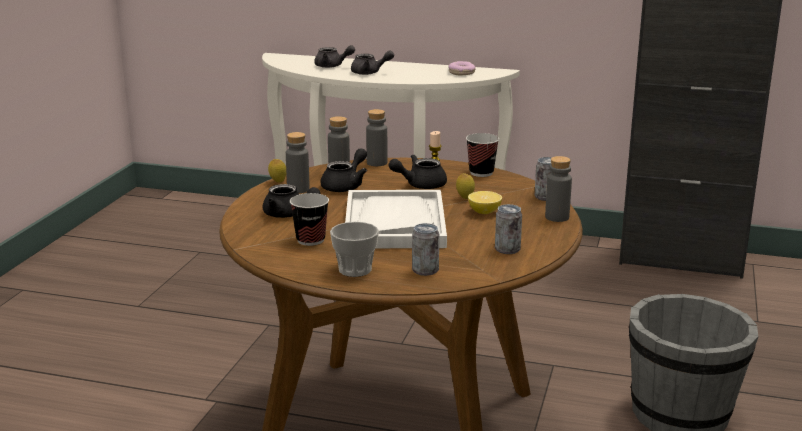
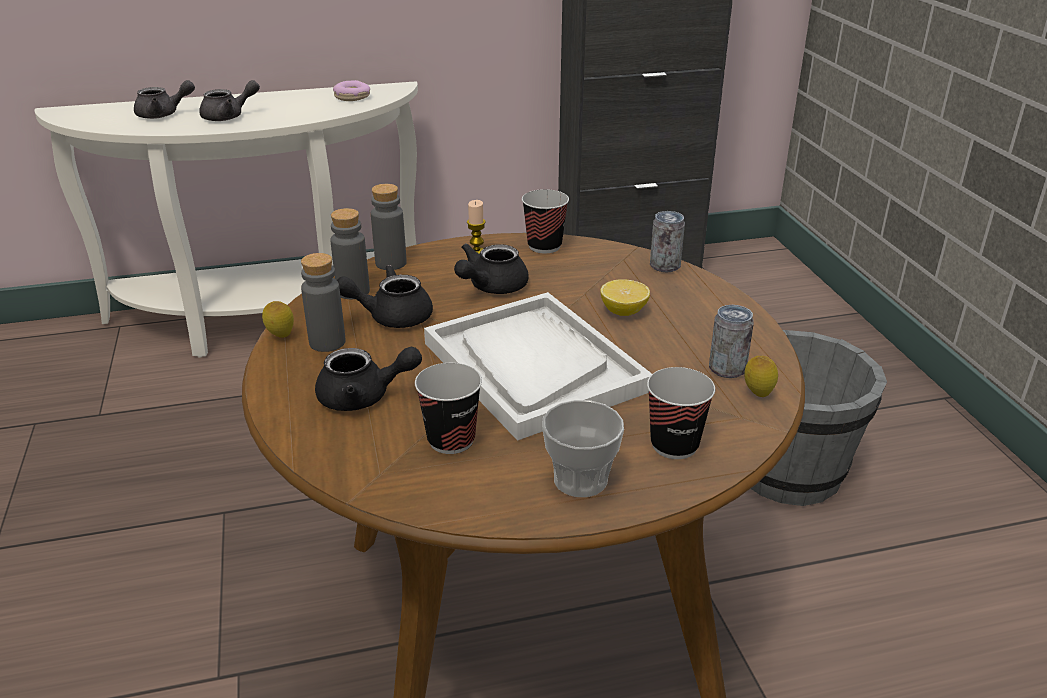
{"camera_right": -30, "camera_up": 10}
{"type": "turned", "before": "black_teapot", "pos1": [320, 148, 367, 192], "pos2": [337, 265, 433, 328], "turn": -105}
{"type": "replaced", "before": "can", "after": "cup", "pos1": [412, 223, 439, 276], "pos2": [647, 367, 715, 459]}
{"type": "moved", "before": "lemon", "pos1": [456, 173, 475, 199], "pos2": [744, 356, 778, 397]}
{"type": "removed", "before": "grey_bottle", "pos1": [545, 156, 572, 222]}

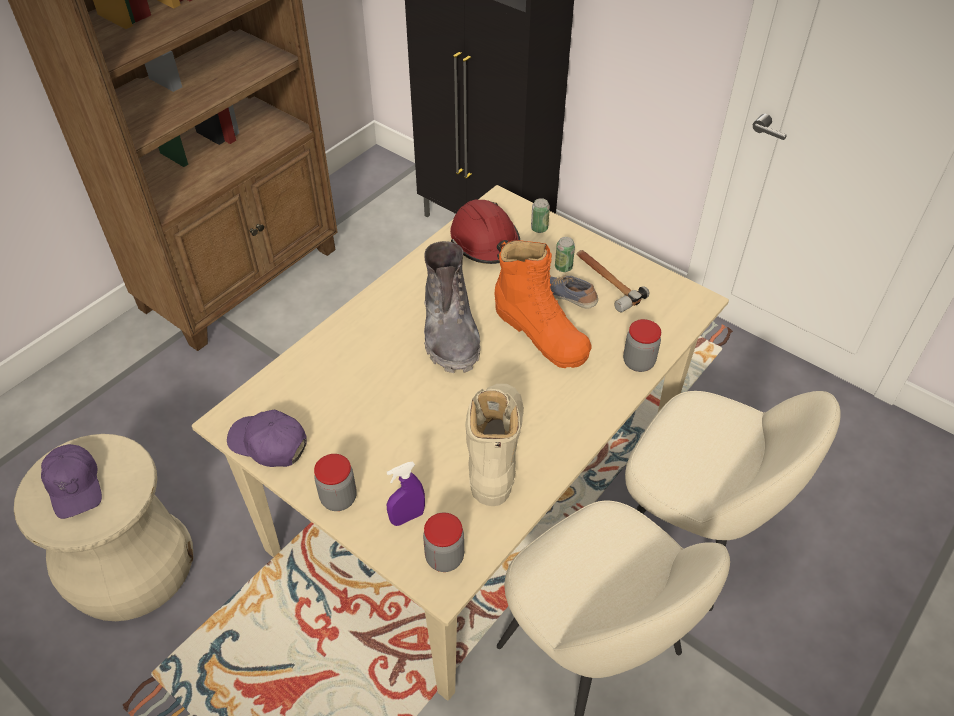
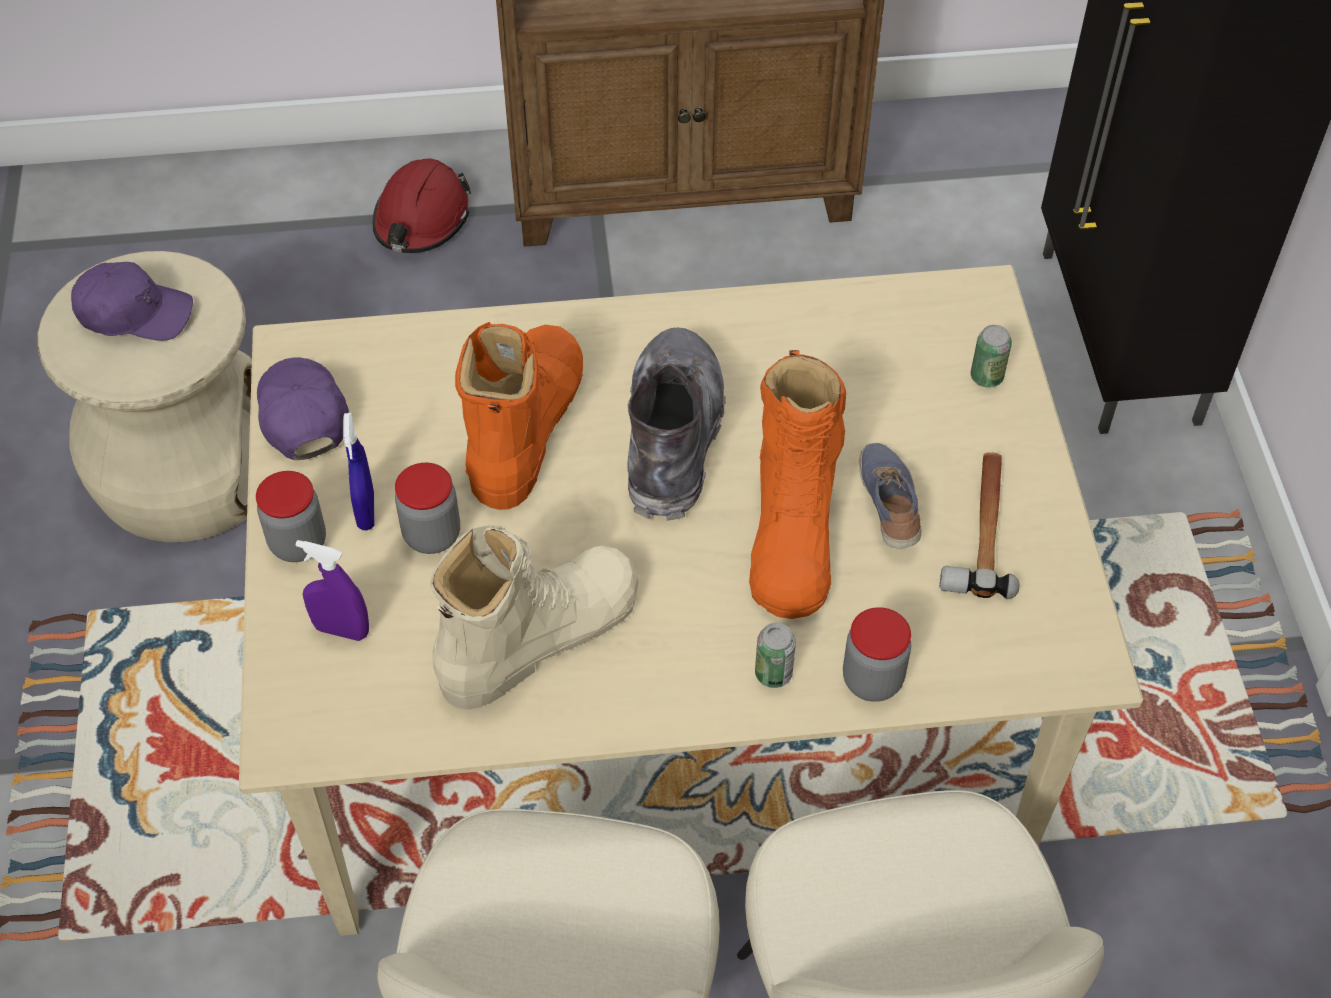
{"camera_right": 45, "camera_up": 5}
{"type": "turned", "before": "purple_cap", "pos1": [41, 444, 102, 519], "pos2": [71, 262, 193, 341], "turn": -105}
{"type": "moved", "before": "jar", "pos1": [423, 512, 464, 572], "pos2": [395, 463, 460, 554]}
{"type": "turned", "before": "grey_boot", "pos1": [424, 241, 480, 373], "pos2": [627, 328, 725, 521], "turn": 150}
{"type": "moved", "before": "red_hard_hat", "pos1": [450, 200, 520, 264], "pos2": [373, 158, 471, 253]}
{"type": "moved", "before": "can", "pos1": [555, 237, 575, 272], "pos2": [755, 623, 796, 688]}
{"type": "added", "after": "blue_spray_bottle", "pos2": [343, 413, 375, 530]}
{"type": "added", "after": "orange_boot", "pos2": [455, 321, 583, 510]}

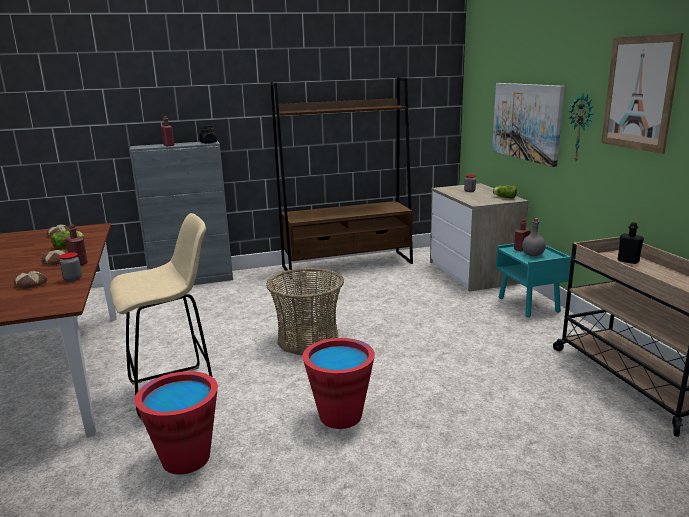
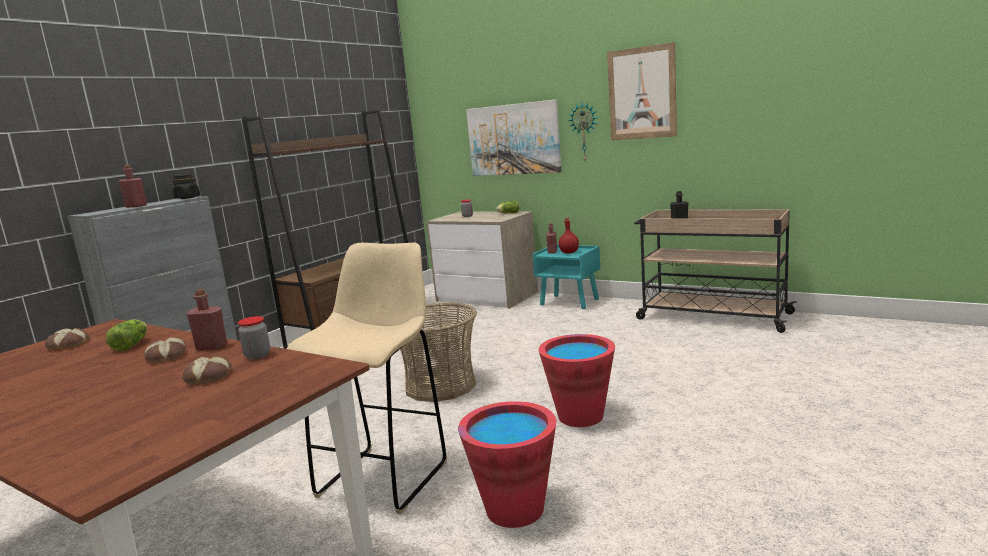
{"camera_right": -40, "camera_up": -5}
{"type": "recoloured", "before": "grey_bottle", "after": "red_bottle", "pos1": [522, 218, 546, 256], "pos2": [559, 218, 579, 253]}

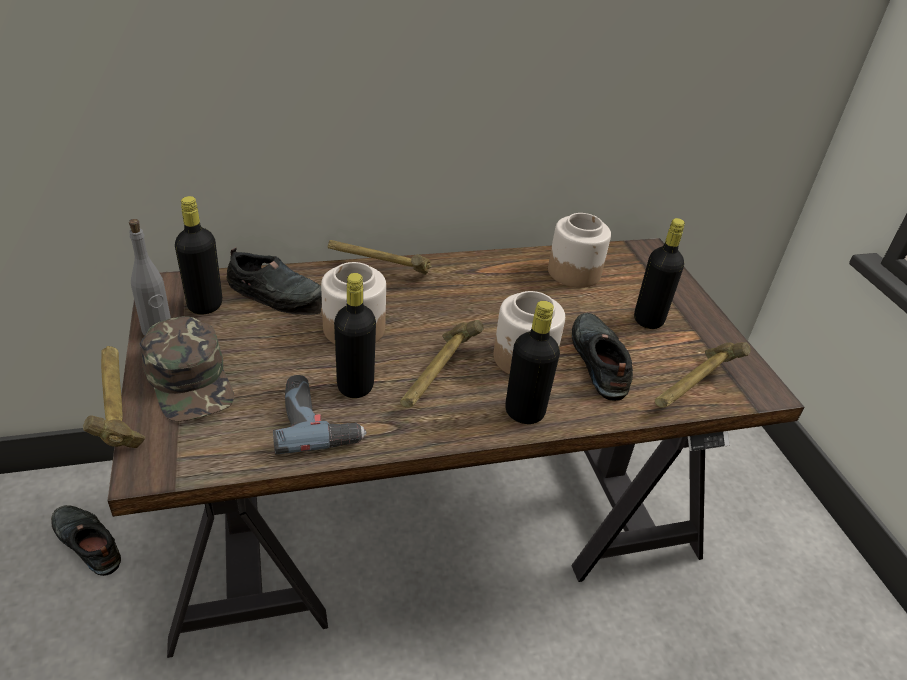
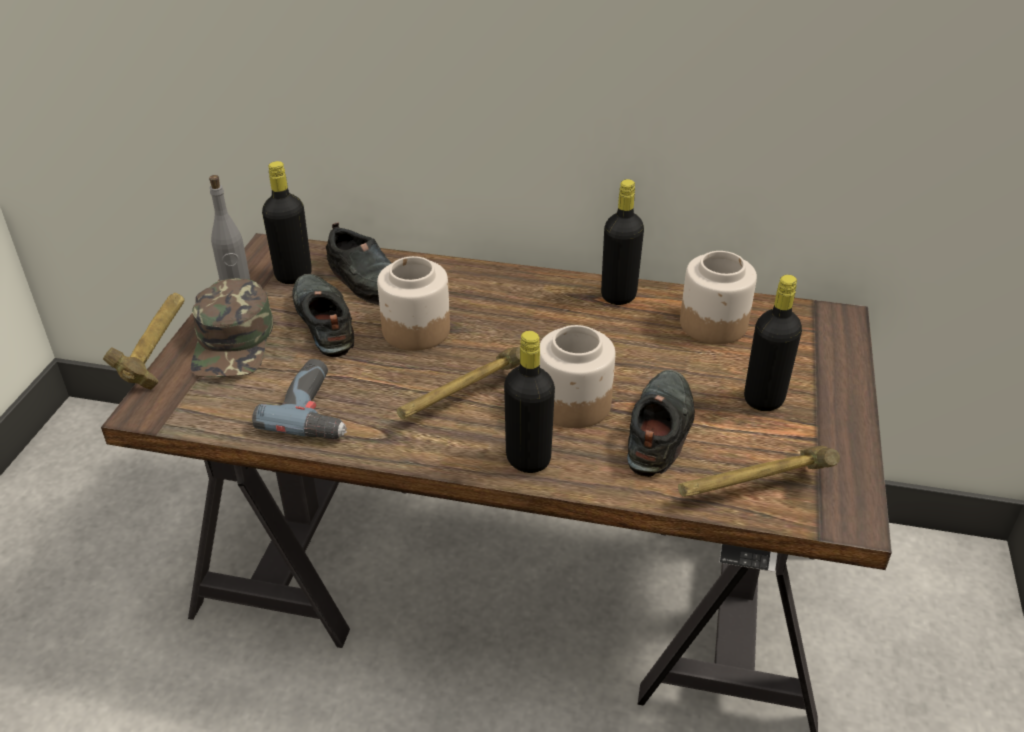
{"camera_right": 30, "camera_up": 0}
{"type": "moved", "before": "black_shoe", "pos1": [51, 505, 121, 576], "pos2": [292, 274, 354, 357]}
{"type": "removed", "before": "hammer", "pos1": [328, 240, 432, 275]}
{"type": "moved", "before": "black_bottle", "pos1": [334, 273, 376, 398], "pos2": [601, 179, 644, 305]}

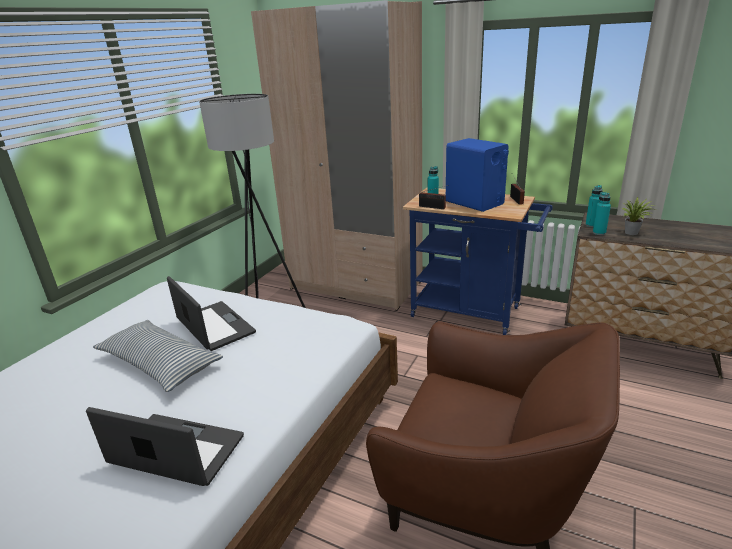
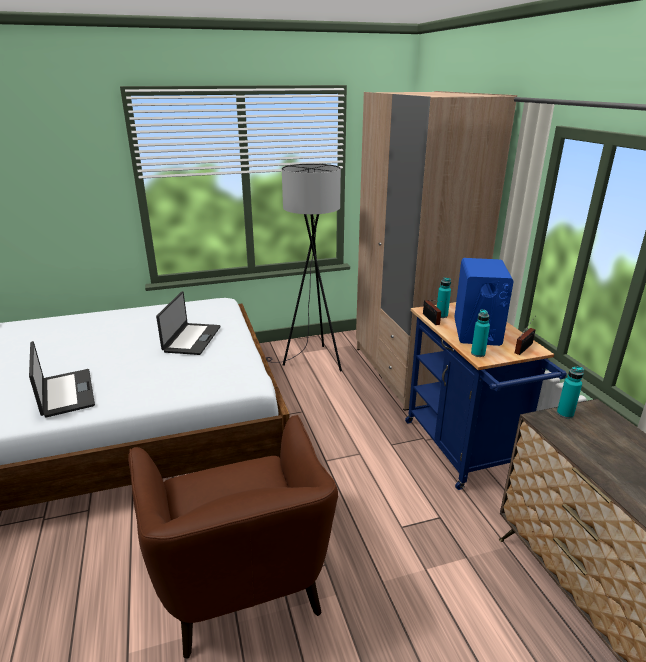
{"camera_right": 45, "camera_up": 0}
{"type": "removed", "before": "pillow", "pos1": [93, 320, 223, 392]}
{"type": "moved", "before": "turquoise_bottle", "pos1": [593, 192, 611, 235], "pos2": [471, 309, 490, 357]}
{"type": "removed", "before": "potted_plant", "pos1": [622, 196, 654, 235]}

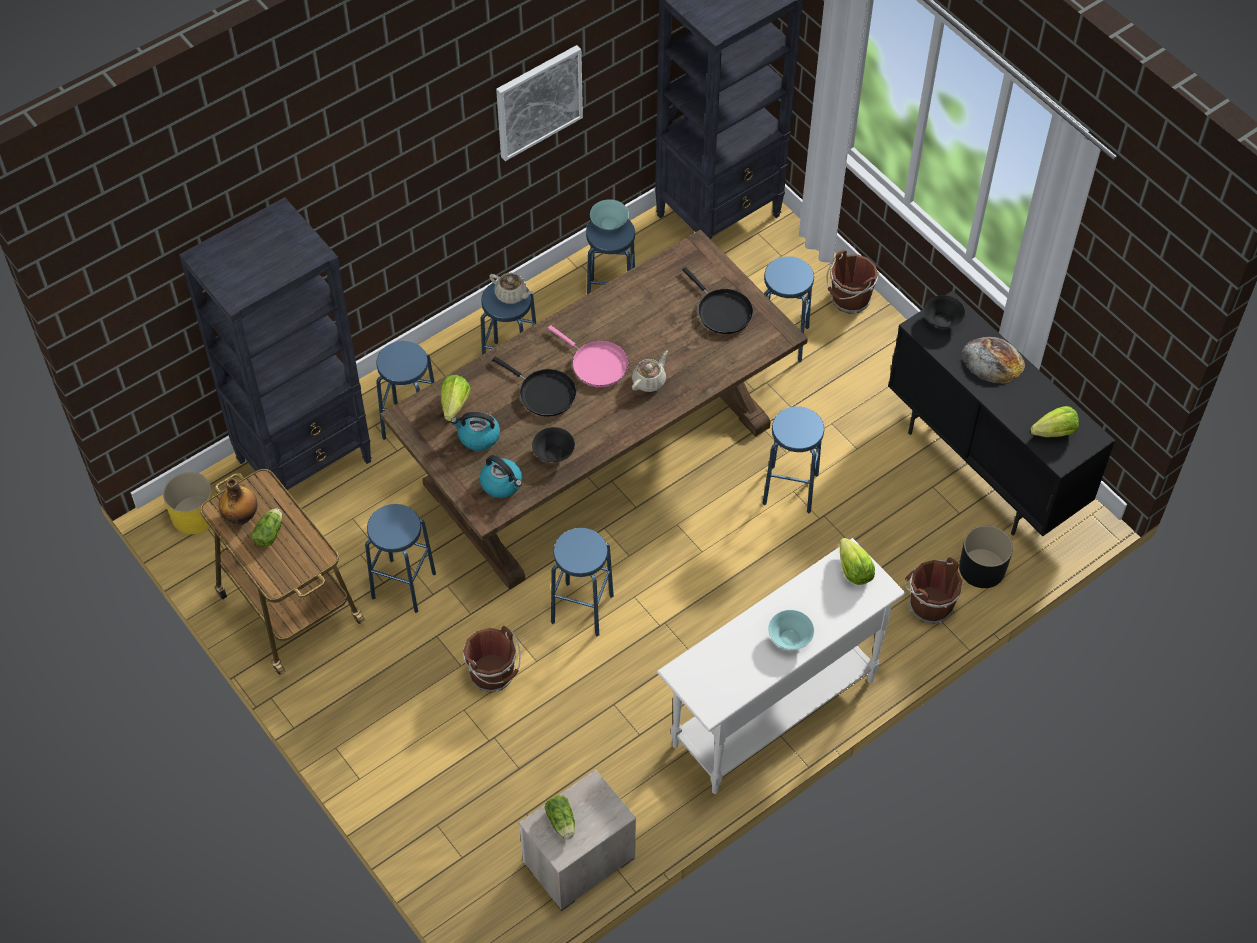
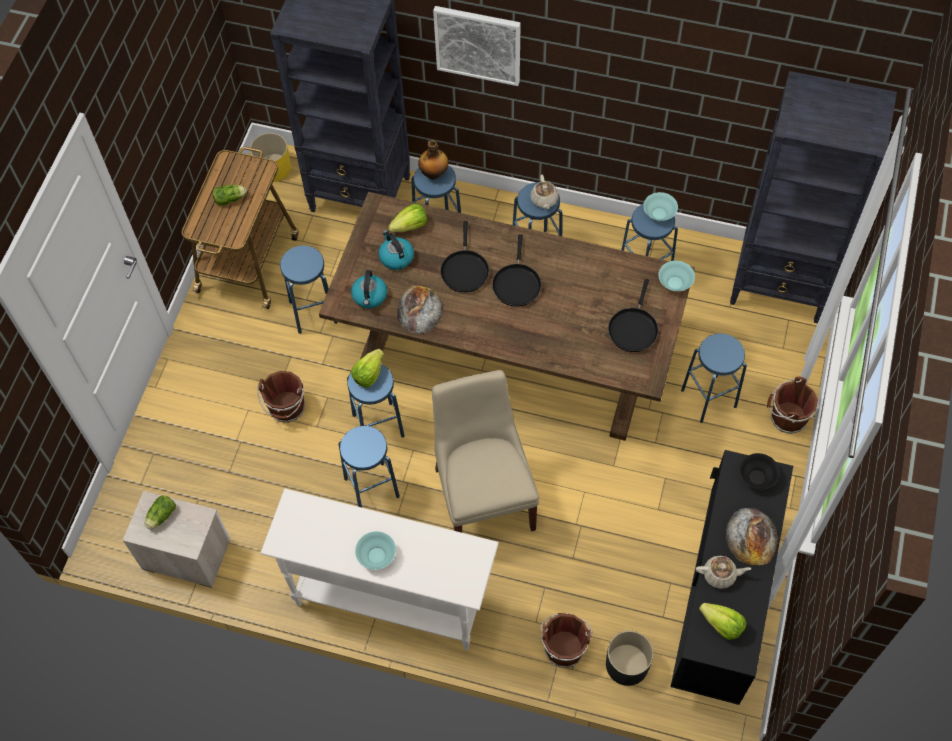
{"camera_right": 55, "camera_up": 5}
{"type": "moved", "before": "bottle", "pos1": [219, 478, 257, 525], "pos2": [418, 140, 449, 180]}
{"type": "moved", "before": "picture", "pos1": [496, 45, 583, 161], "pos2": [433, 6, 521, 86]}
{"type": "replaced", "before": "black_bowl", "after": "bread", "pos1": [532, 427, 575, 463], "pos2": [397, 286, 443, 334]}
{"type": "recoloured", "before": "pink_frying_pan", "after": "black_frying_pan", "pos1": [548, 325, 629, 387], "pos2": [492, 234, 541, 307]}
{"type": "moved", "before": "beige_teapot", "pos1": [632, 351, 668, 392], "pos2": [696, 556, 751, 589]}
{"type": "moved", "before": "blue_stool", "pos1": [763, 406, 824, 513], "pos2": [338, 426, 400, 508]}
{"type": "moved", "before": "lettuce", "pos1": [840, 538, 875, 585], "pos2": [351, 349, 383, 388]}
{"type": "added", "after": "beige_chair", "pos2": [432, 370, 539, 533]}
{"type": "added", "after": "turquoise_bowl", "pos2": [659, 261, 695, 291]}

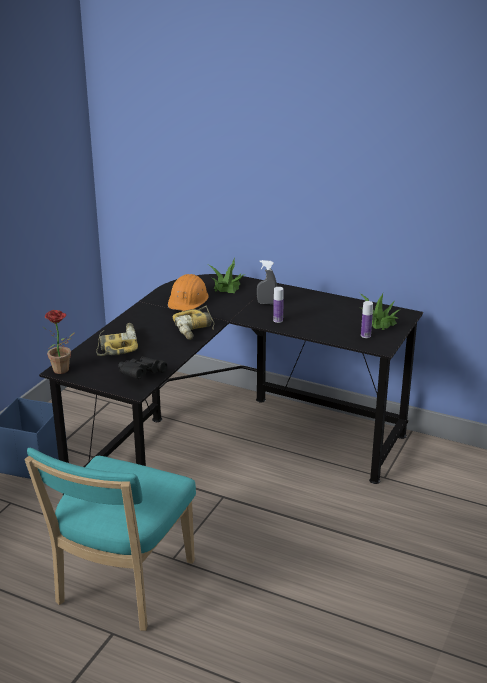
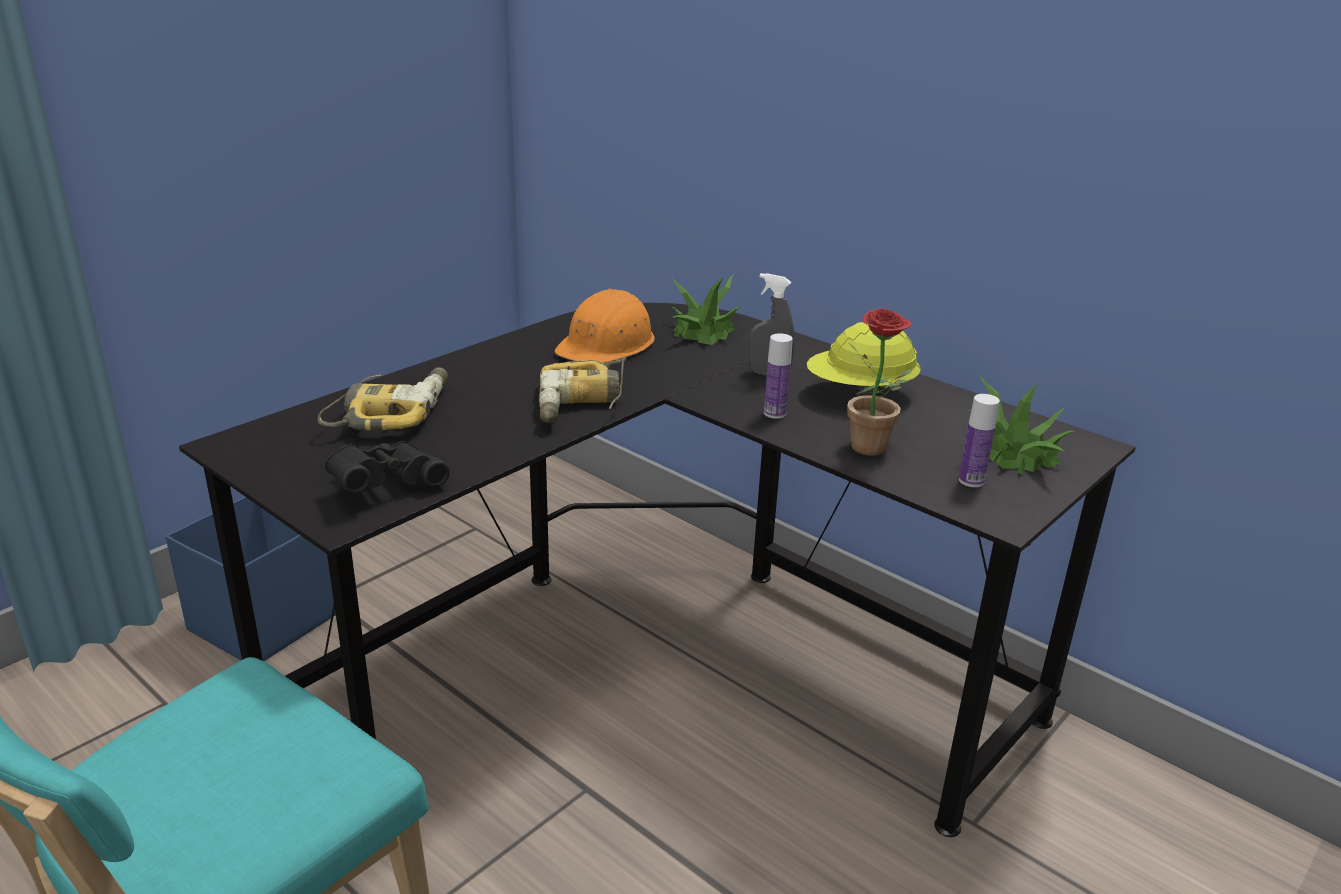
{"camera_right": 15, "camera_up": 0}
{"type": "moved", "before": "potted_plant", "pos1": [42, 310, 75, 374], "pos2": [847, 308, 912, 456]}
{"type": "added", "after": "yellow_hard_hat", "pos2": [807, 322, 921, 397]}

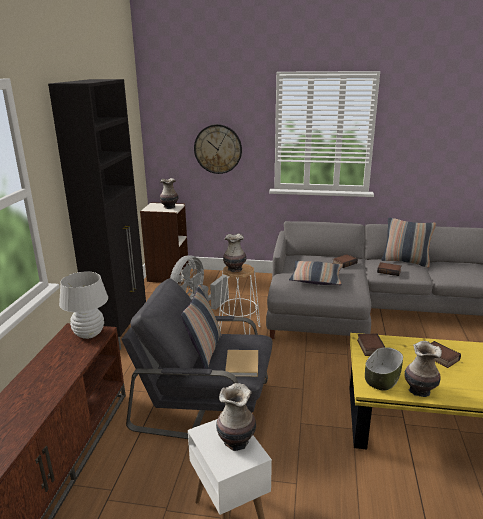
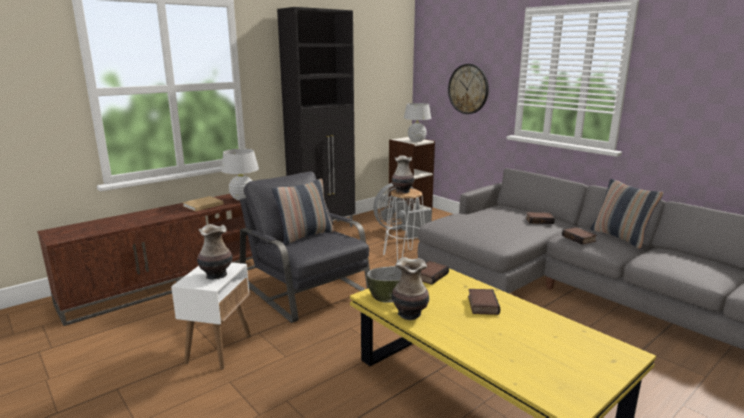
{"camera_right": 40, "camera_up": -5}
{"type": "replaced", "before": "vase", "after": "white_table_lamp", "pos1": [160, 178, 179, 209], "pos2": [404, 103, 431, 142]}
{"type": "moved", "before": "beige_book", "pos1": [225, 350, 258, 377], "pos2": [182, 196, 223, 211]}
{"type": "removed", "before": "pillow", "pos1": [289, 261, 343, 285]}

